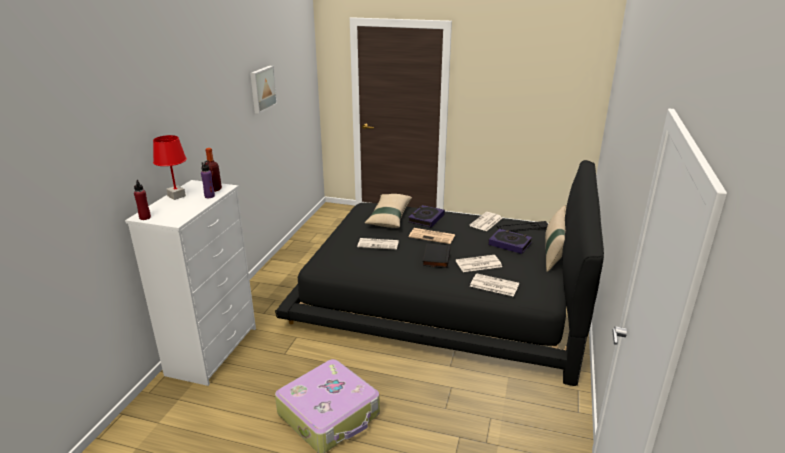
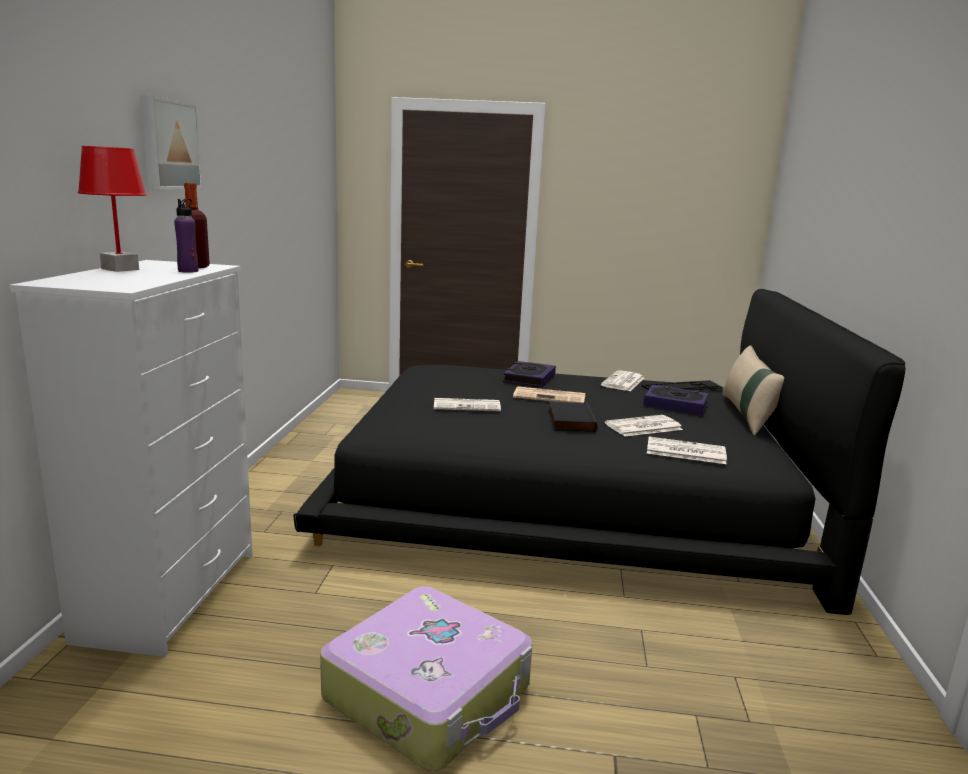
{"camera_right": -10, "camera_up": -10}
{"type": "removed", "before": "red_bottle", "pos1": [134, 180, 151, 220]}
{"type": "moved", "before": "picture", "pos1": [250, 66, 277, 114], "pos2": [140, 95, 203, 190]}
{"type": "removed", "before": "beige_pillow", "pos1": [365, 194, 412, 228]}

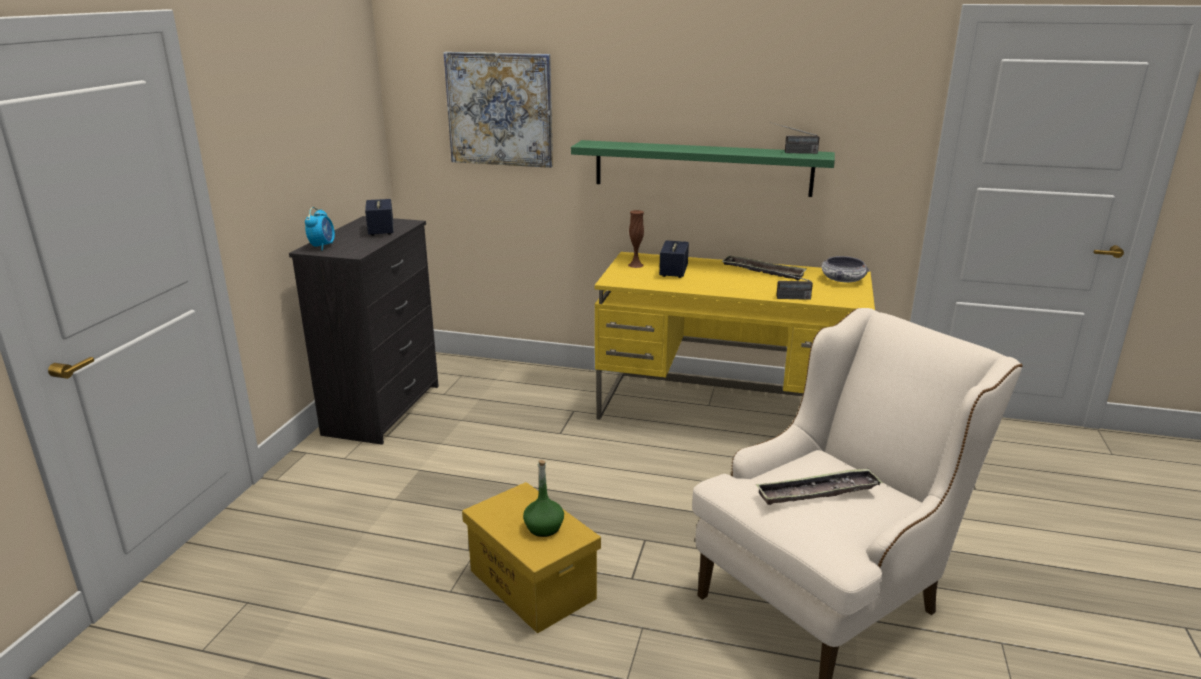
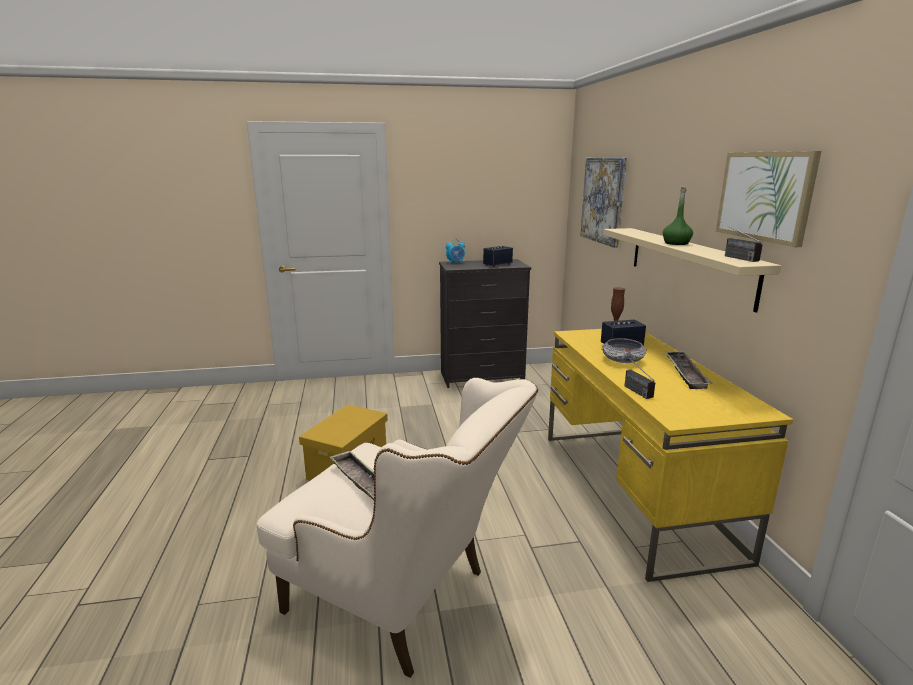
{"camera_right": 65, "camera_up": -5}
{"type": "moved", "before": "green_bottle", "pos1": [523, 460, 564, 537], "pos2": [663, 187, 693, 245]}
{"type": "recoloured", "before": "green_shelf", "after": "beige_shelf", "pos1": [571, 140, 835, 197], "pos2": [603, 228, 781, 312]}
{"type": "moved", "before": "bowl", "pos1": [821, 256, 869, 282], "pos2": [601, 338, 647, 363]}
{"type": "added", "after": "picture", "pos2": [716, 151, 821, 247]}

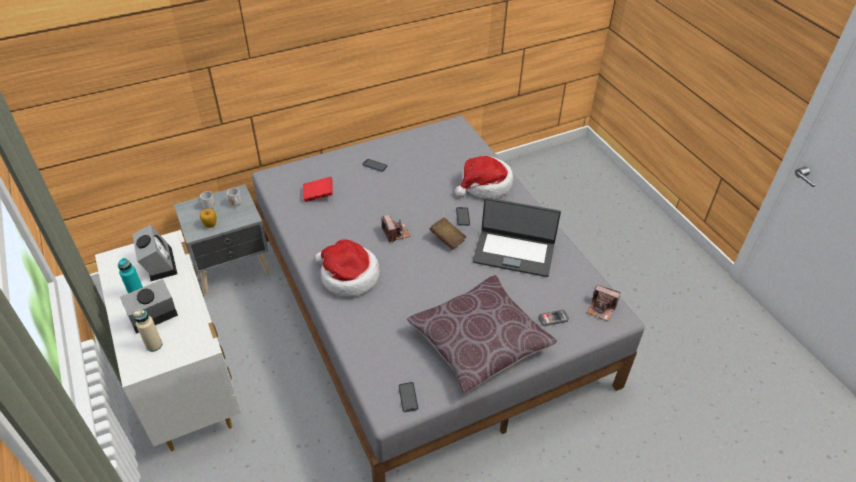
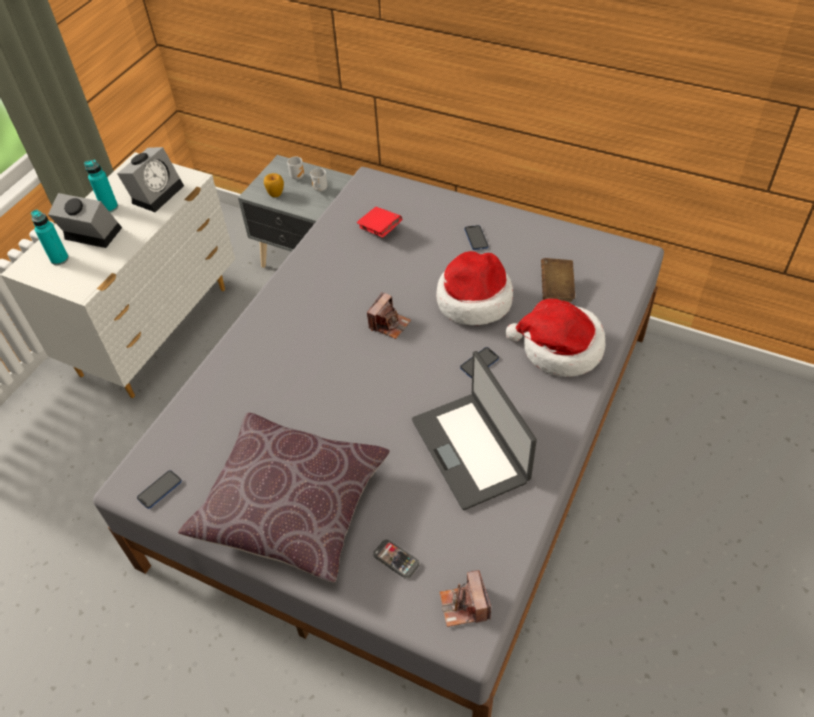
{"camera_right": 55, "camera_up": 5}
{"type": "recoloured", "before": "beige_bottle", "after": "turquoise_bottle", "pos1": [133, 309, 163, 352], "pos2": [31, 210, 69, 265]}
{"type": "moved", "before": "hat", "pos1": [315, 239, 380, 297], "pos2": [436, 251, 513, 325]}
{"type": "moved", "before": "brown_book", "pos1": [429, 217, 467, 250], "pos2": [541, 258, 575, 302]}

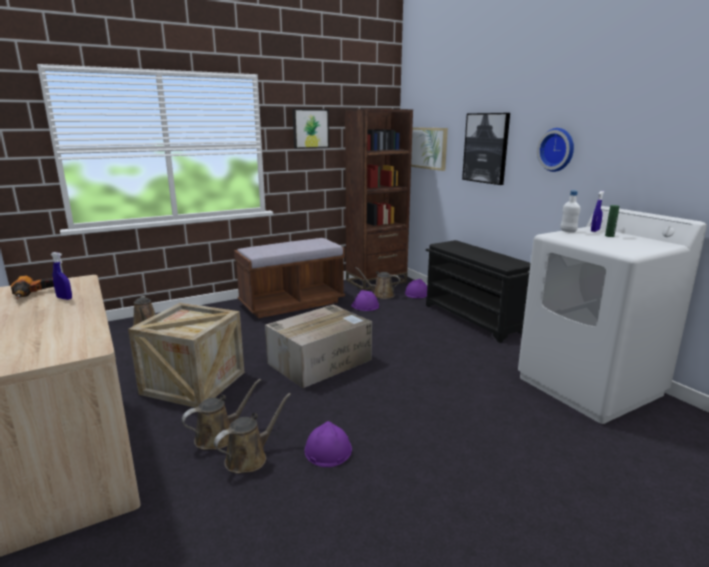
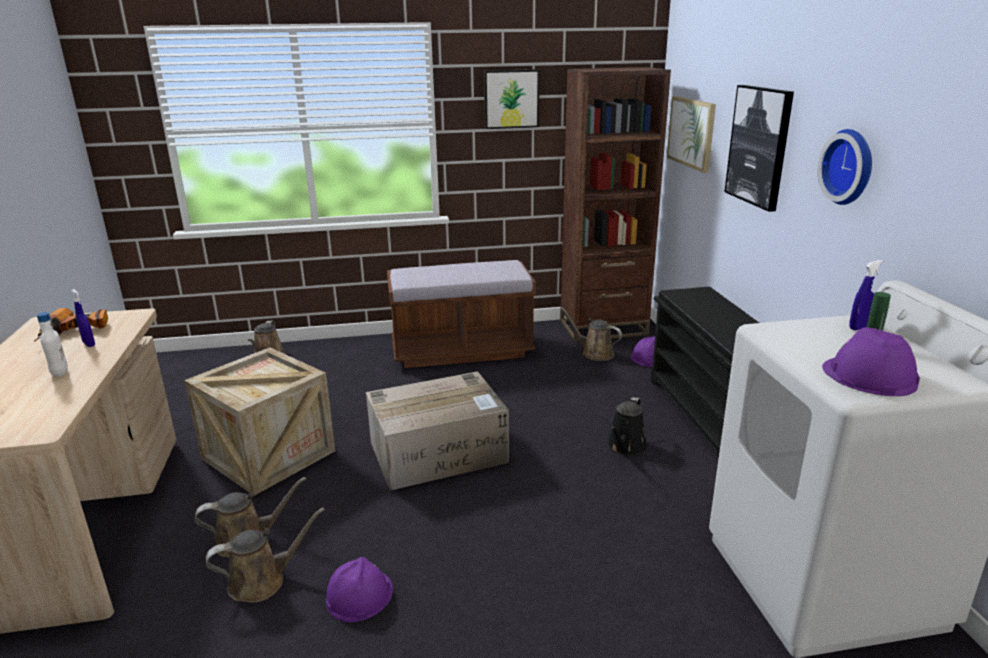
{"camera_right": 20, "camera_up": 5}
{"type": "moved", "before": "purple_hard_hat", "pos1": [351, 290, 379, 311], "pos2": [822, 327, 920, 396]}
{"type": "moved", "before": "white_bottle", "pos1": [561, 190, 581, 233], "pos2": [37, 312, 68, 377]}
{"type": "added", "after": "black_watering_can", "pos2": [607, 397, 648, 456]}

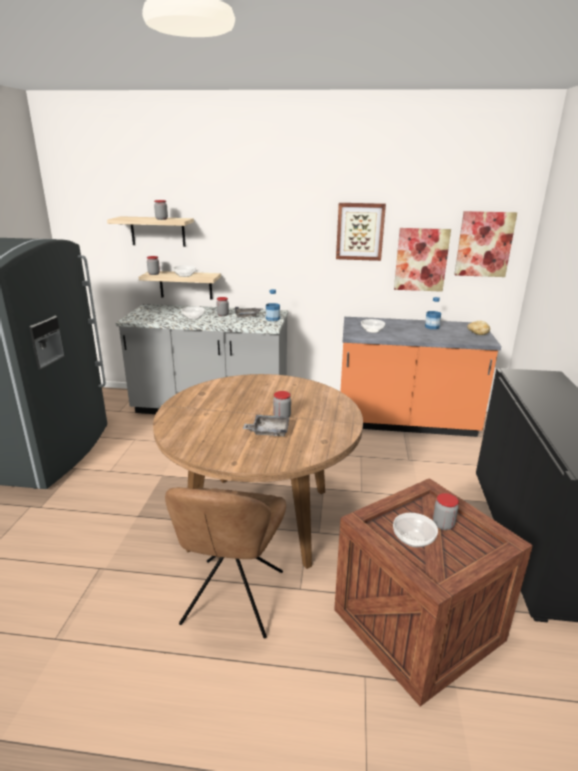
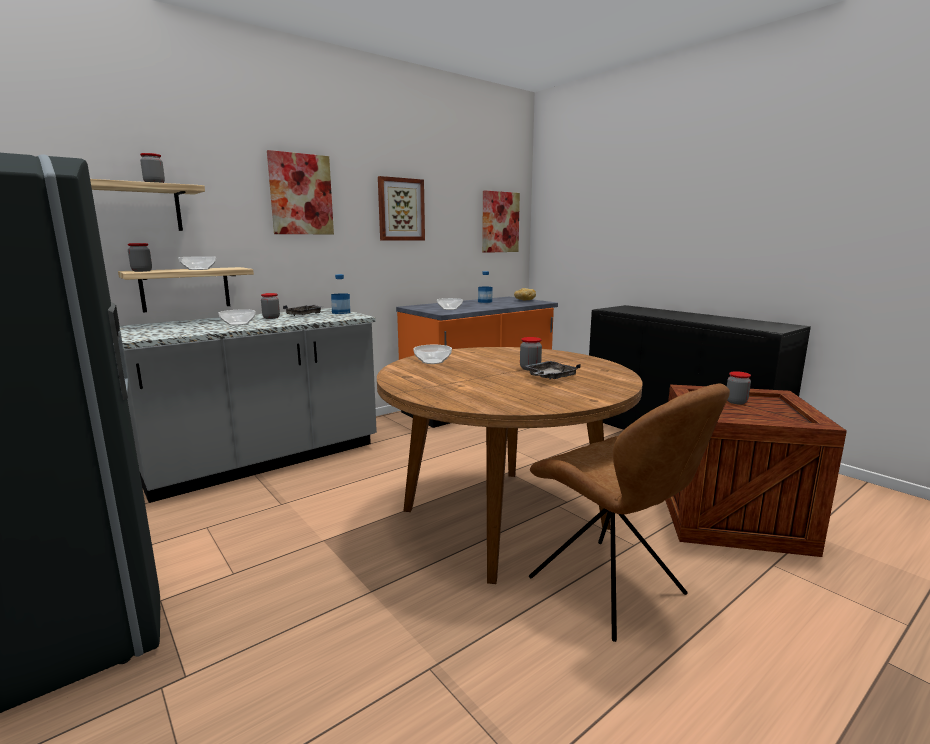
{"camera_right": -45, "camera_up": -10}
{"type": "moved", "before": "bowl", "pos1": [393, 513, 438, 547], "pos2": [413, 345, 452, 364]}
{"type": "moved", "before": "picture", "pos1": [394, 228, 451, 292], "pos2": [267, 150, 334, 234]}

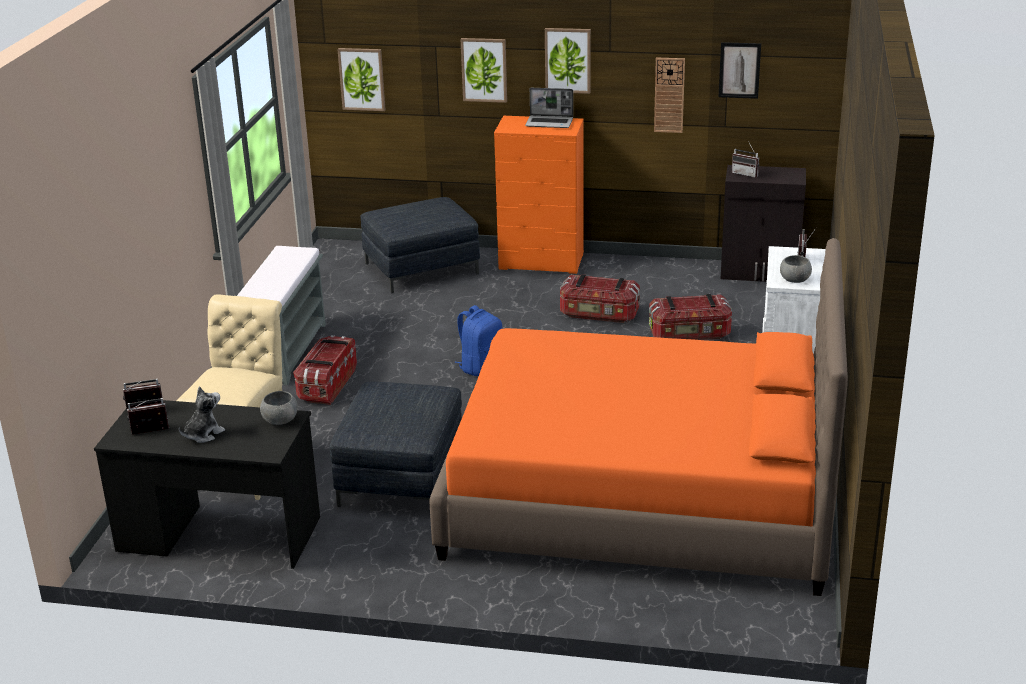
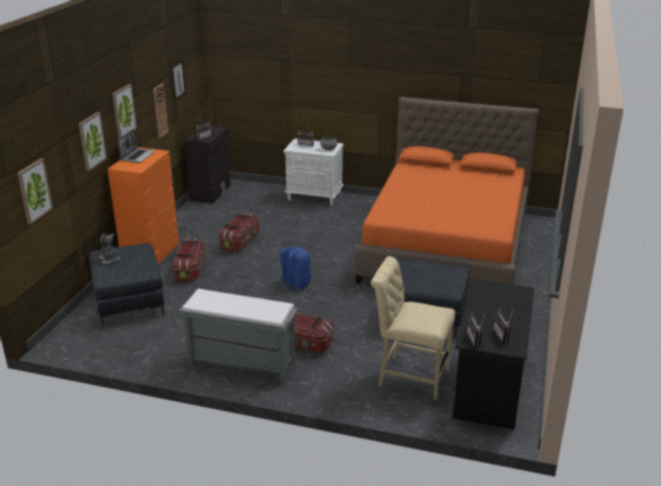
{"camera_right": -85, "camera_up": 0}
{"type": "moved", "before": "plush_toy", "pos1": [179, 386, 225, 443], "pos2": [99, 233, 120, 264]}
{"type": "removed", "before": "grey_bowl", "pos1": [260, 391, 298, 425]}
{"type": "moved", "before": "storage_box", "pos1": [649, 294, 732, 340], "pos2": [173, 238, 206, 281]}

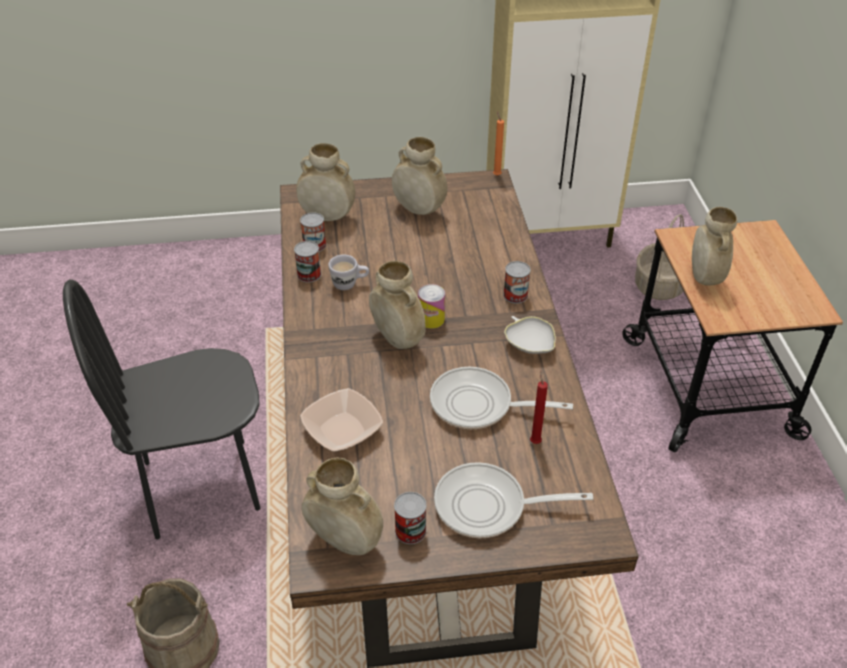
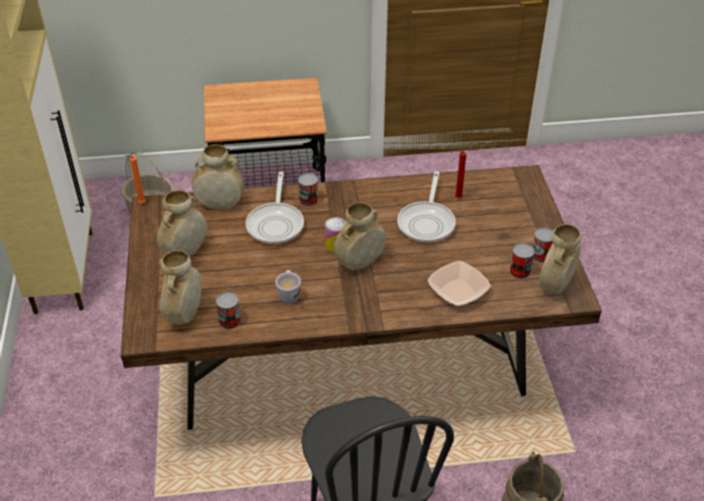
{"camera_right": -90, "camera_up": 0}
{"type": "moved", "before": "can", "pos1": [294, 241, 321, 282], "pos2": [509, 243, 535, 279]}
{"type": "moved", "before": "frying_pan", "pos1": [434, 462, 593, 538], "pos2": [246, 172, 304, 244]}
{"type": "removed", "before": "white_bowl", "pos1": [504, 316, 556, 354]}
{"type": "moved", "before": "beige_vase", "pos1": [692, 207, 737, 286], "pos2": [192, 144, 244, 209]}

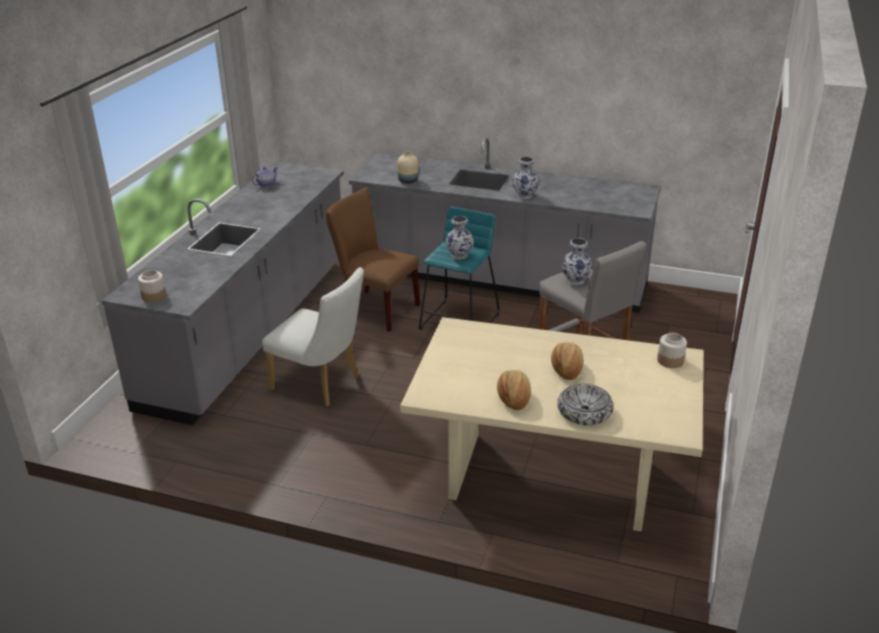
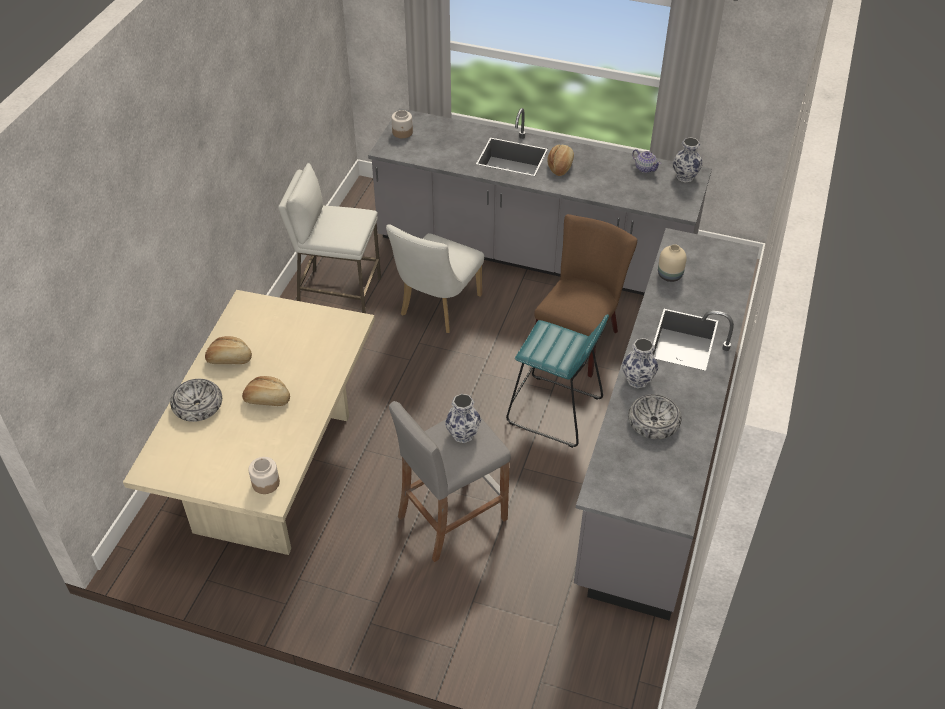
{"camera_right": 90, "camera_up": 15}
{"type": "moved", "before": "vase", "pos1": [446, 216, 474, 260], "pos2": [672, 137, 703, 182]}
{"type": "added", "after": "white_stool", "pos2": [278, 163, 381, 313]}
{"type": "added", "after": "bread", "pos2": [547, 145, 574, 176]}
{"type": "added", "after": "bowl", "pos2": [628, 394, 682, 439]}

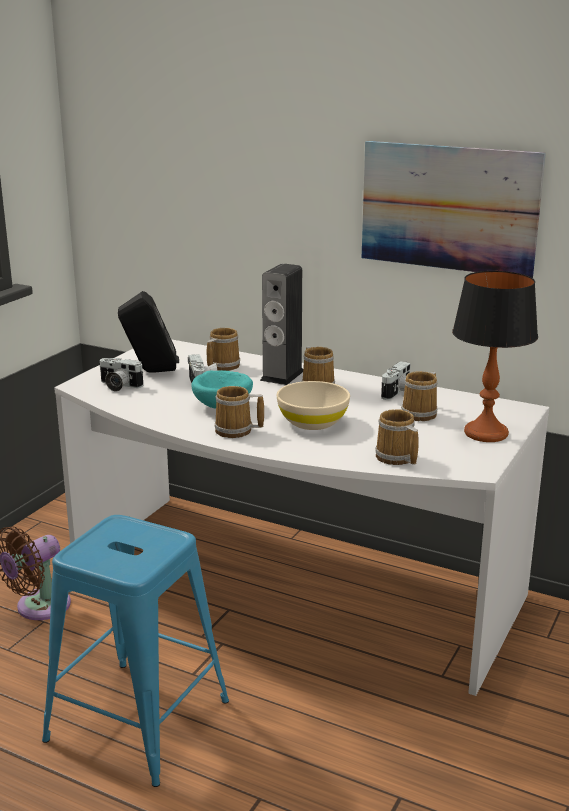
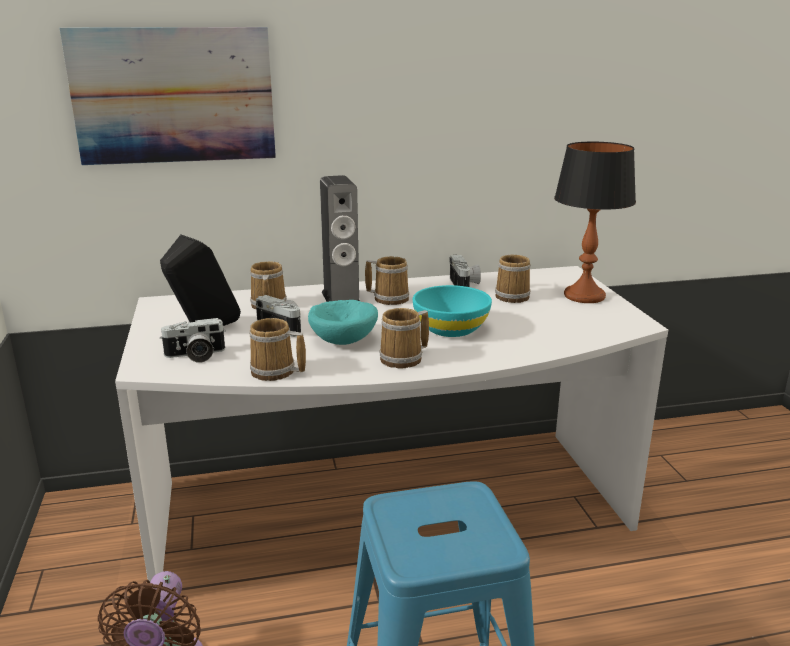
{"camera_right": -40, "camera_up": 0}
{"type": "recoloured", "before": "beige_bowl", "after": "turquoise_bowl", "pos1": [277, 381, 350, 430], "pos2": [413, 285, 492, 337]}
{"type": "moved", "before": "picture", "pos1": [362, 141, 546, 278], "pos2": [60, 27, 276, 165]}
{"type": "moved", "before": "mug", "pos1": [375, 409, 419, 465], "pos2": [249, 318, 306, 381]}

